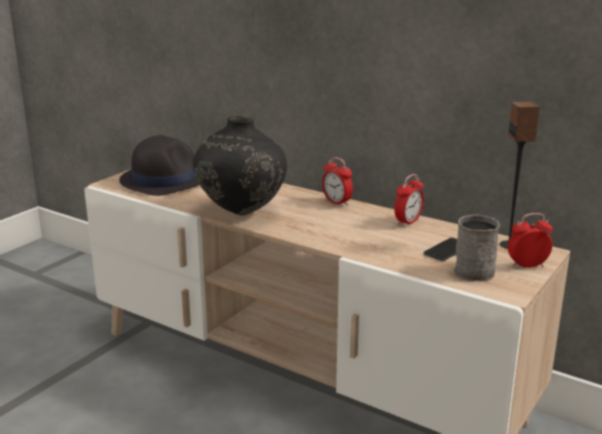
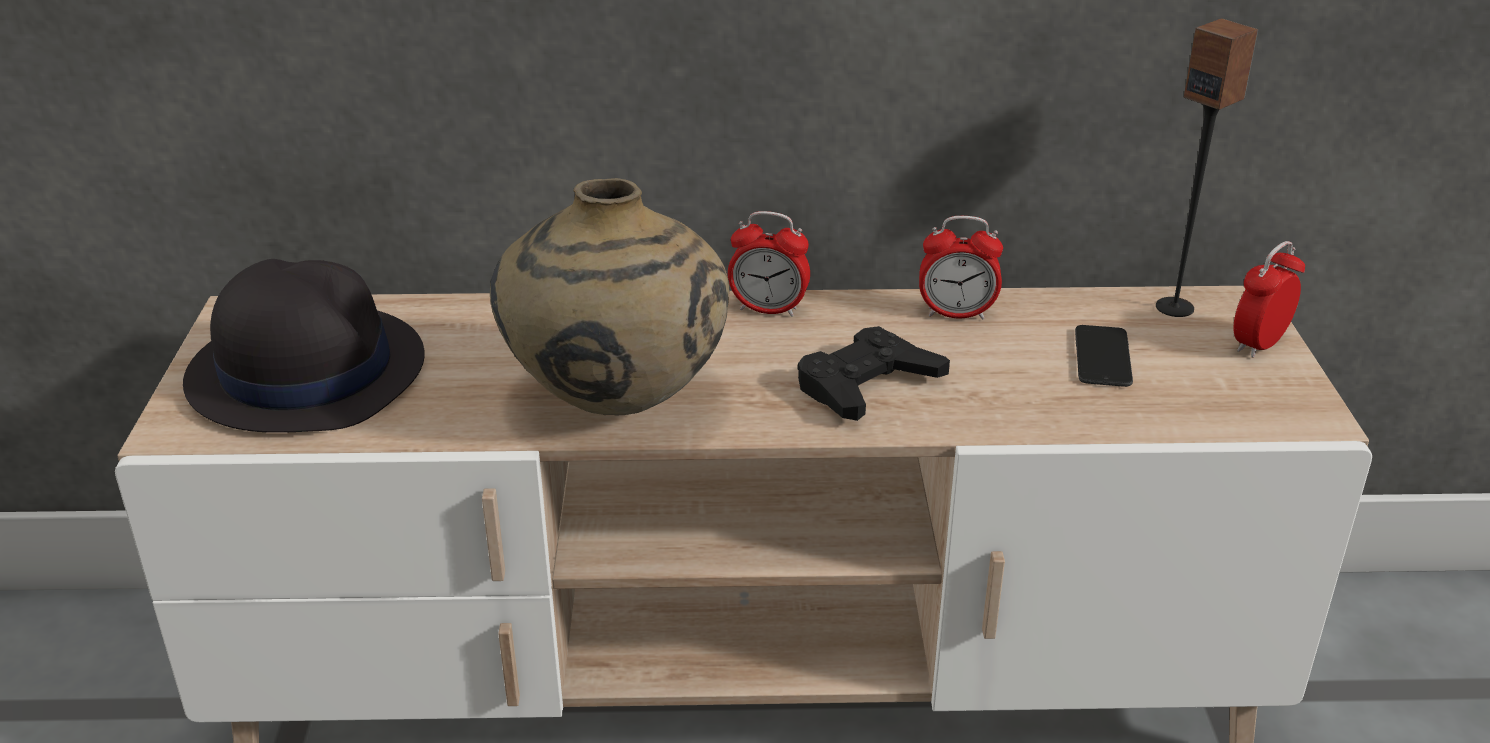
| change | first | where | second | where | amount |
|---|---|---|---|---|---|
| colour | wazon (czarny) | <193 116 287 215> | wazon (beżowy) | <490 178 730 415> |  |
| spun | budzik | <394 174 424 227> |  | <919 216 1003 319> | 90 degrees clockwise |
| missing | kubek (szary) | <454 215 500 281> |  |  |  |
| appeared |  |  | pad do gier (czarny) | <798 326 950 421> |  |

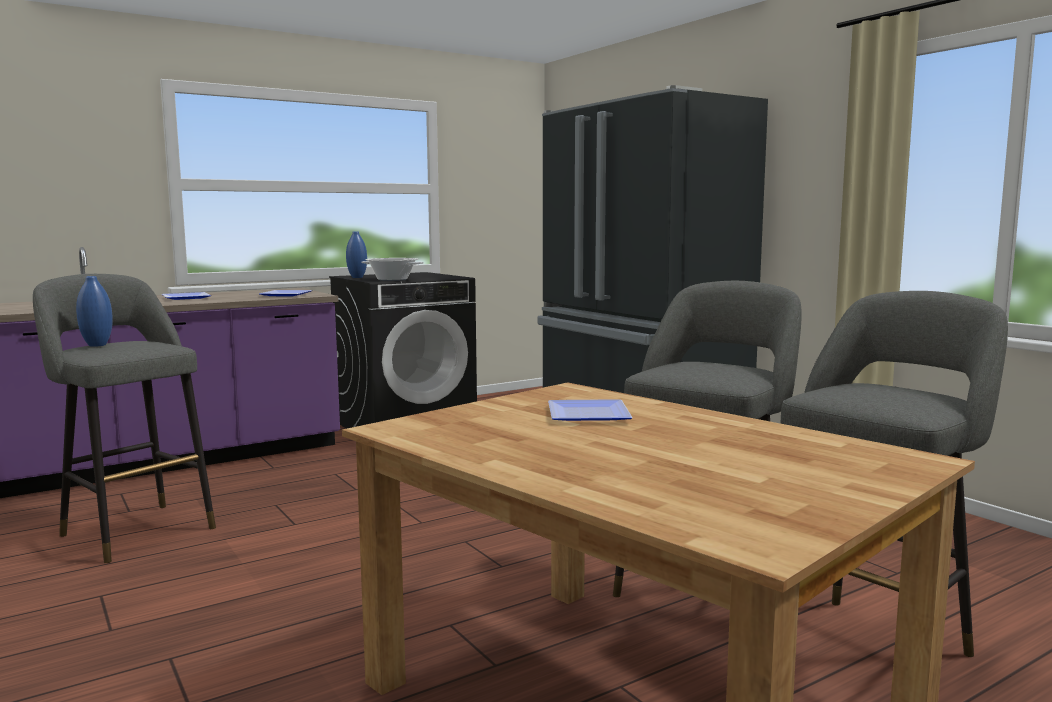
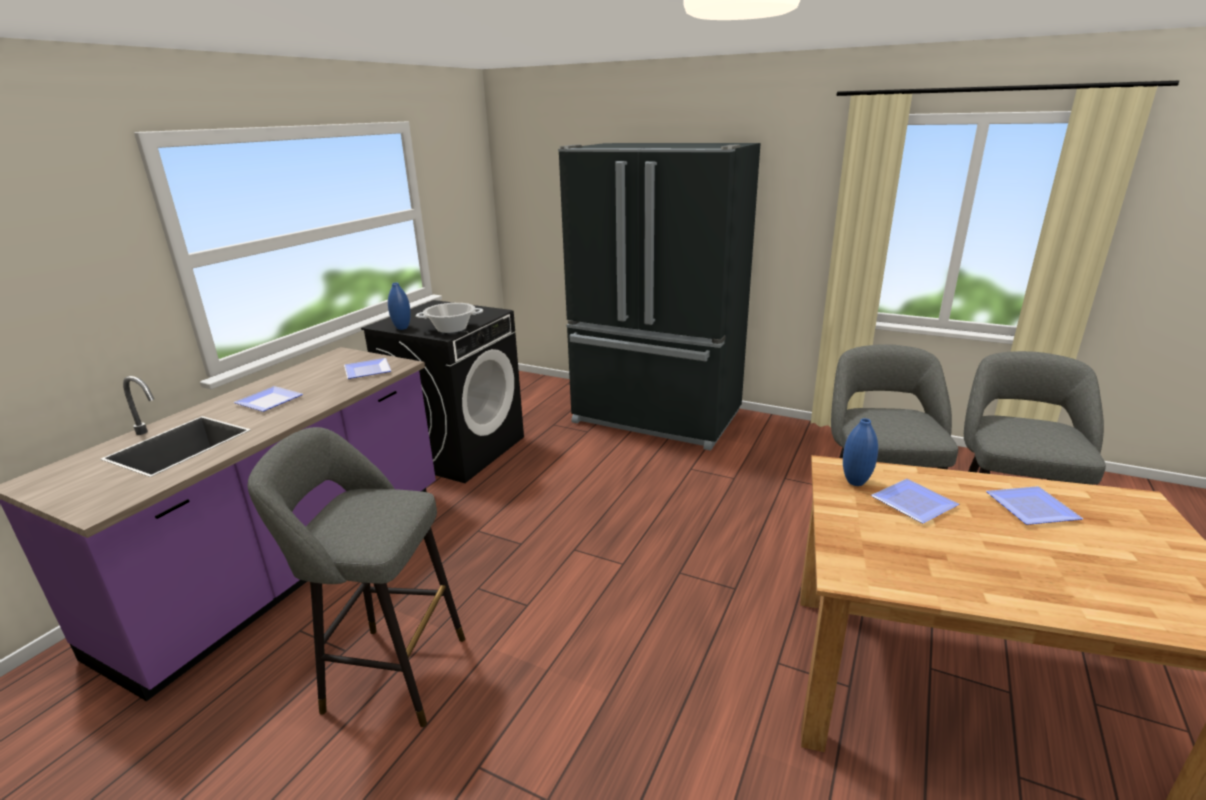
| change | first | where | second | where | amount |
|---|---|---|---|---|---|
| relocated | wazon (niebieski) | <76 276 113 347> |  | <843 418 878 486> |  |
| appeared |  |  | talerz | <986 486 1083 525> |  |

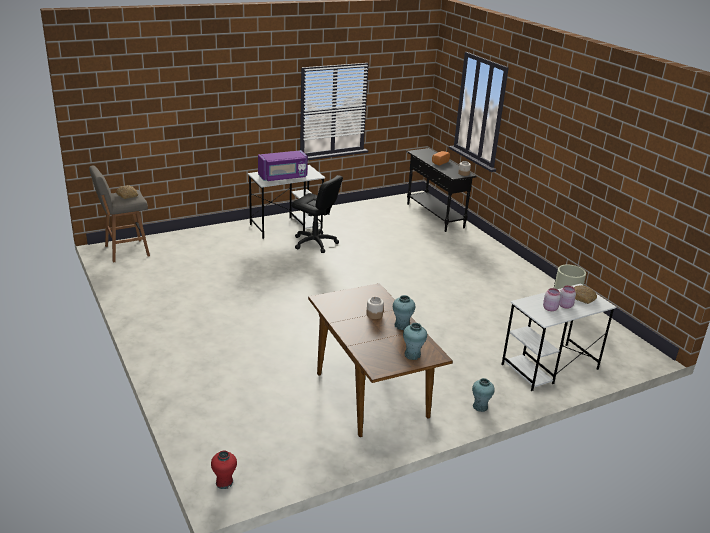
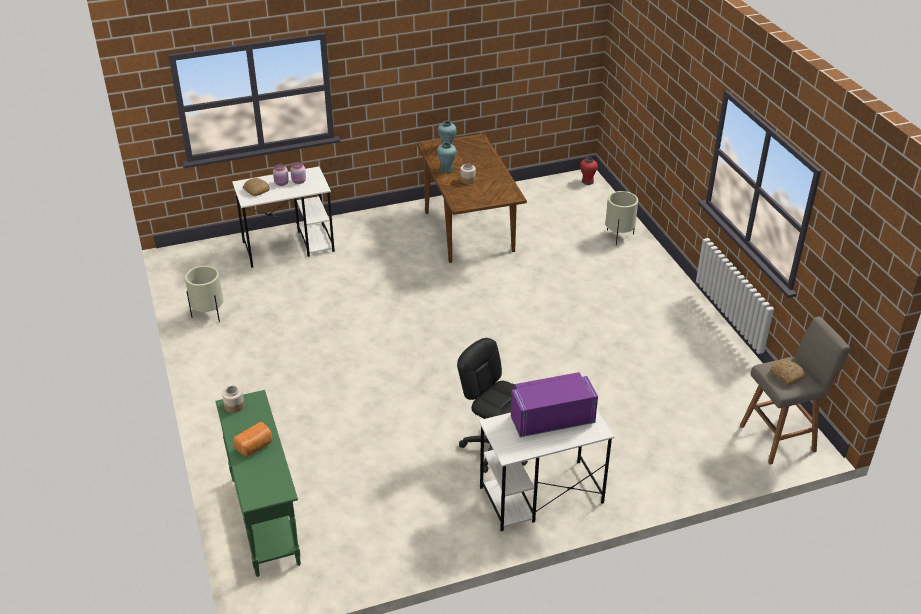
| change | first | where | second | where | amount |
|---|---|---|---|---|---|
| colour | stolik konsolowy (czarny) | <407 148 477 232> | stolik konsolowy (zielony) | <215 390 301 577> |  |
| missing | wazon (turkusowy) | <472 378 495 412> |  |  |  |
| appeared |  |  | donica (beżowy) | <605 191 638 245> |  |

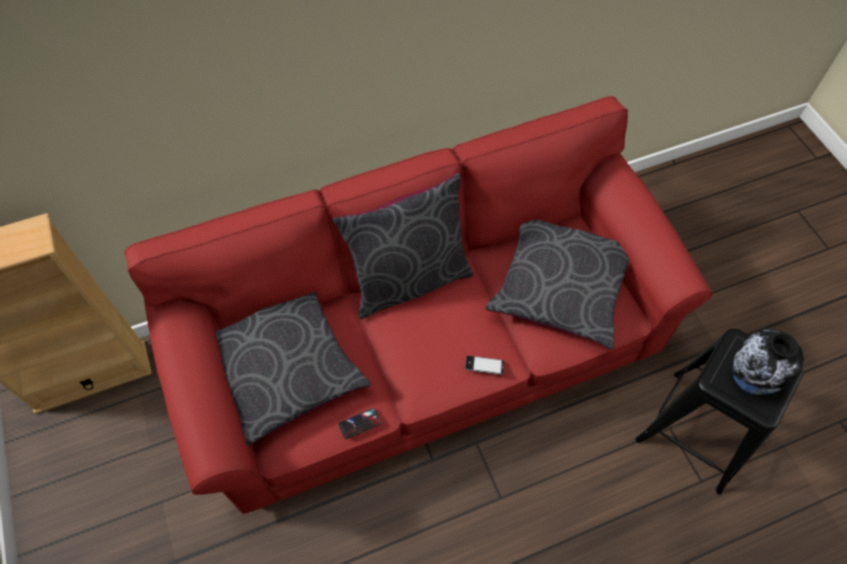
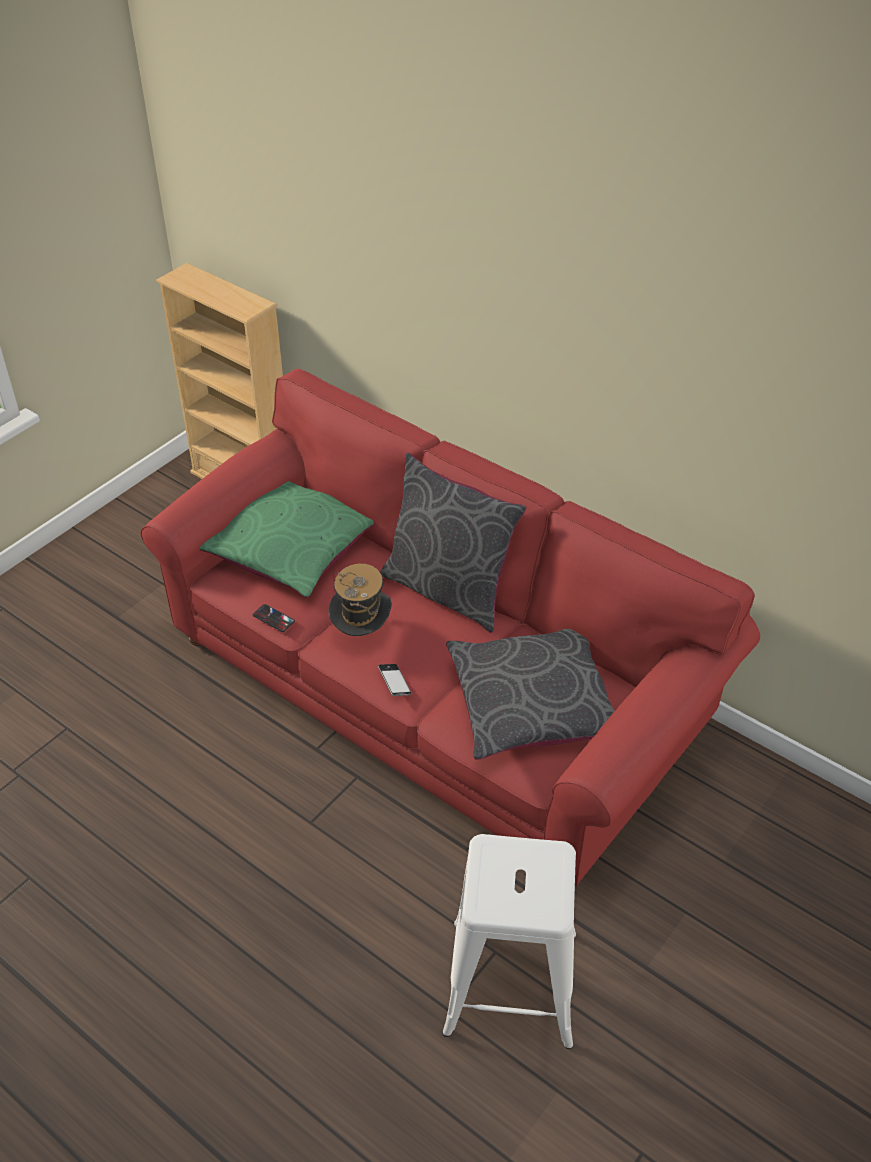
| change | first | where | second | where | amount |
|---|---|---|---|---|---|
| colour | poduszka (szary) | <215 292 371 447> | poduszka (zielony) | <200 481 374 598> |  |
| colour | stołek (czarny) | <635 329 804 495> | stołek (biały) | <442 834 576 1049> |  |
| missing | wazon | <733 329 804 395> |  |  |  |
| appeared |  |  | kapelusz | <328 564 392 636> |  |

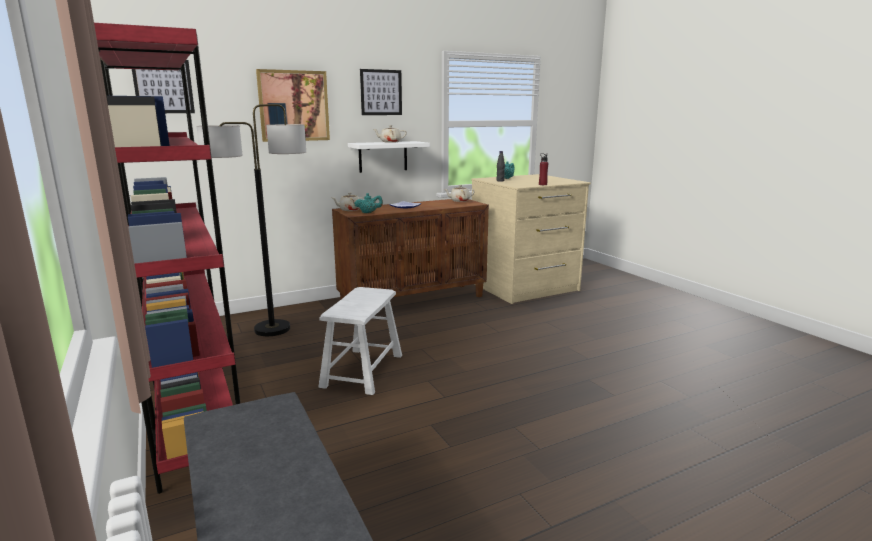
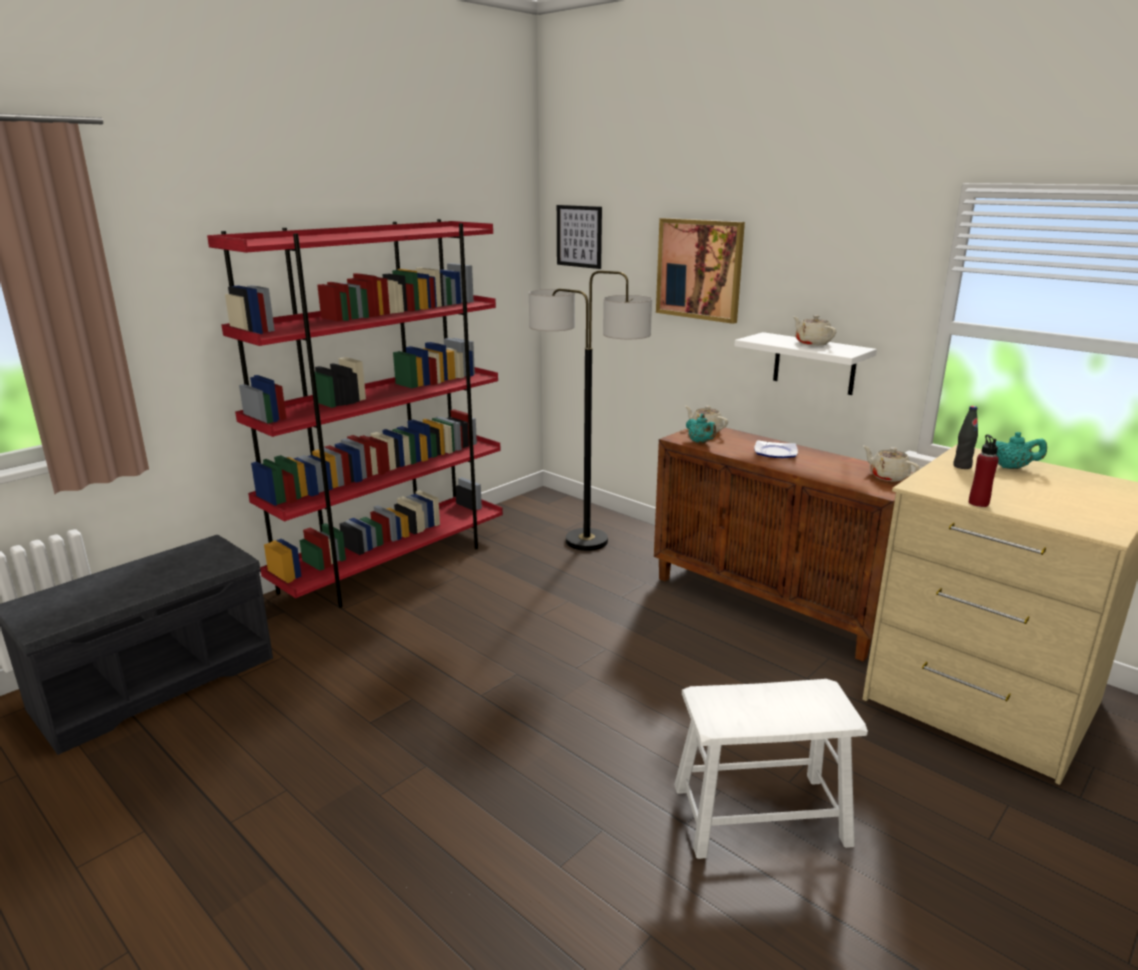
| change | first | where | second | where | amount |
|---|---|---|---|---|---|
| missing | obraz | <360 69 402 115> |  |  |  |
| relocated | stołek (biały) | <318 287 402 395> |  | <674 679 868 859> |  |

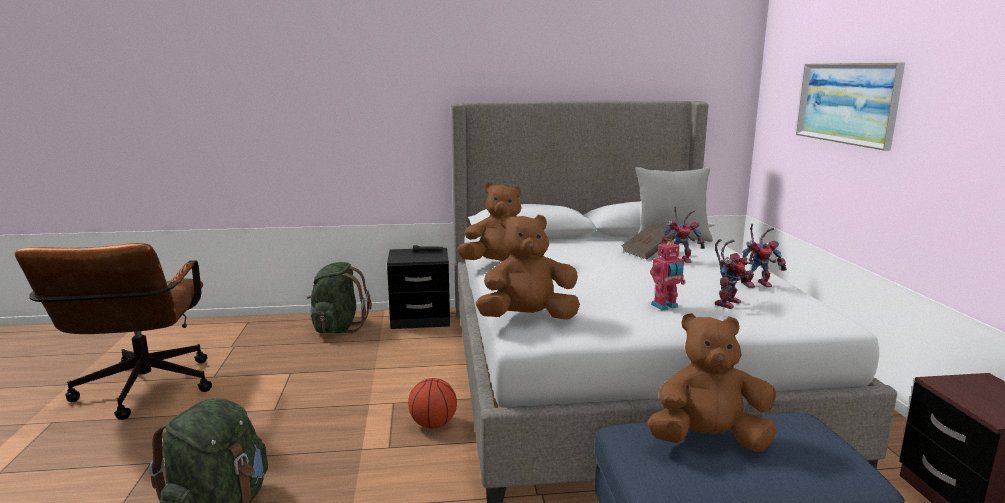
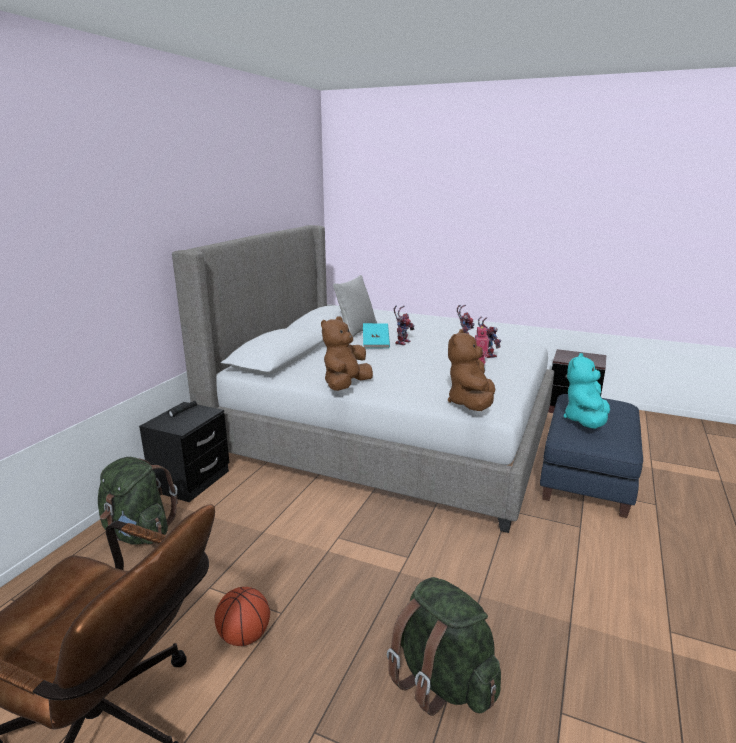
| change | first | where | second | where | amount |
|---|---|---|---|---|---|
| missing | obraz | <796 62 905 151> |  |  |  |
| colour | książka (brązowy) | <621 224 676 259> | książka (turkusowy) | <363 323 390 348> |  |
| colour | pluszak (brązowy) | <647 313 777 452> | pluszak (turkusowy) | <564 353 610 429> |  |
| relocated | piłka do koszykówki | <408 378 457 428> |  | <214 587 270 646> |  |

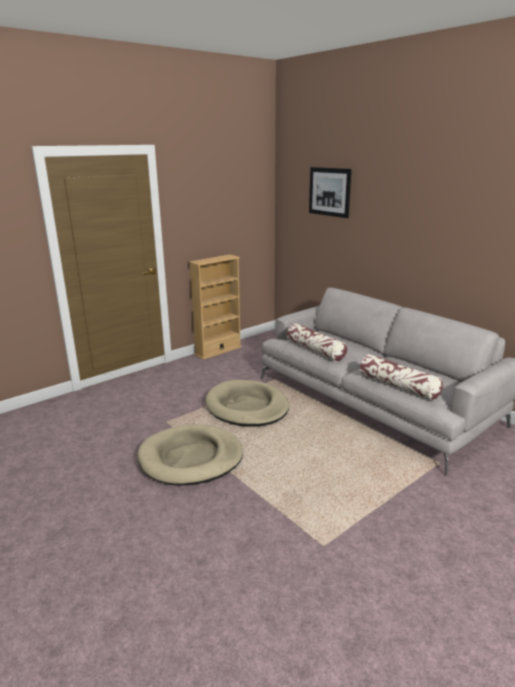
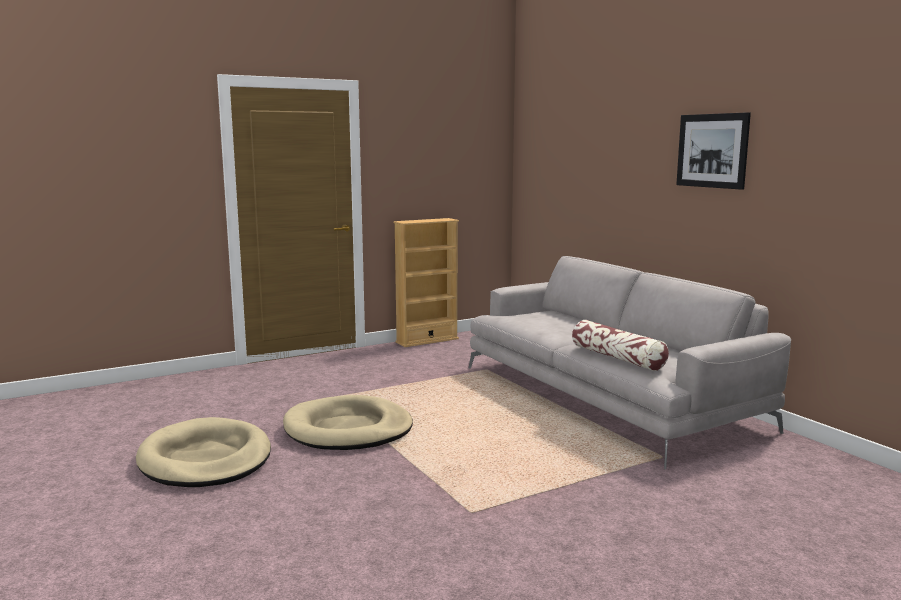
| change | first | where | second | where | amount |
|---|---|---|---|---|---|
| relocated | obraz | <309 167 352 218> |  | <676 112 751 190> |  |
| missing | poduszka | <287 323 347 362> |  |  |  |
| relocated | legowisko (beżowy) | <205 380 289 426> |  | <136 417 271 487> |  |

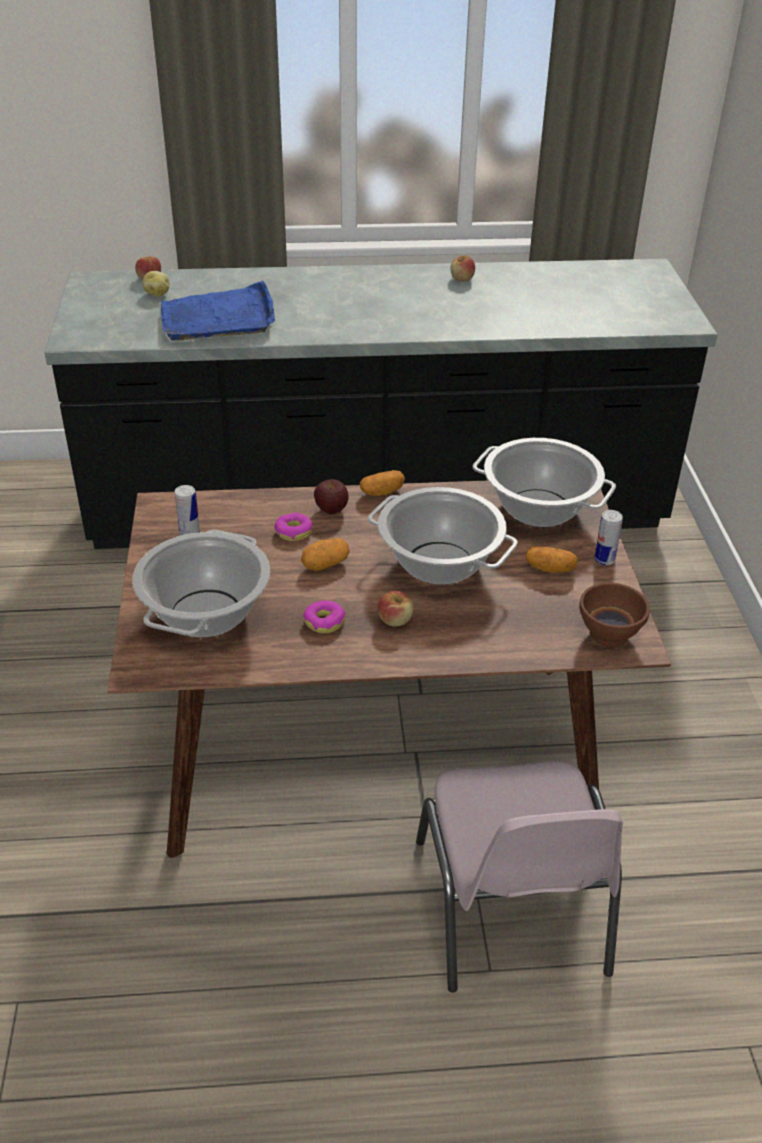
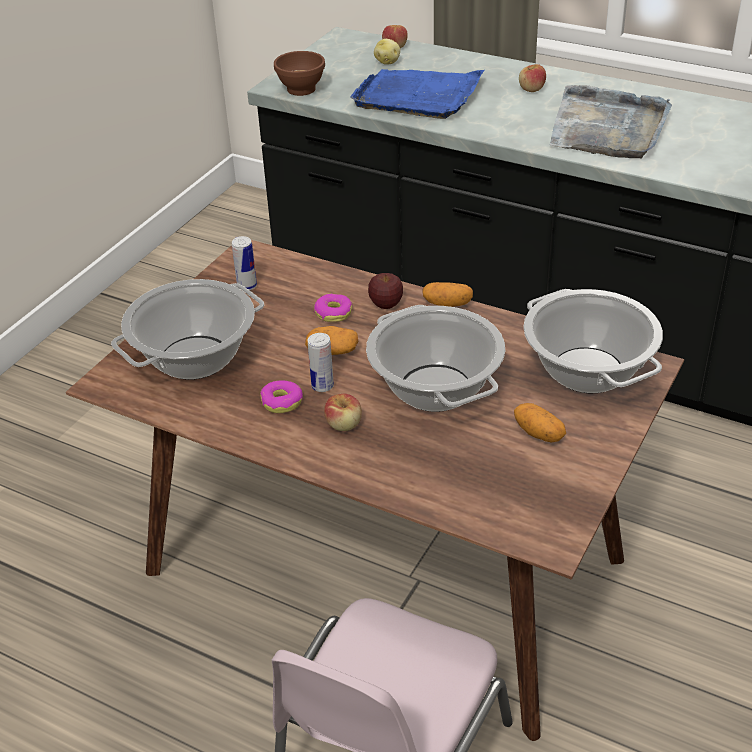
| change | first | where | second | where | amount |
|---|---|---|---|---|---|
| relocated | jabłko | <450 255 475 281> |  | <519 64 546 92> |  |
| relocated | puszka | <594 510 623 565> |  | <308 333 334 392> |  |
| relocated | miska (brązowy) | <579 583 650 647> |  | <274 51 325 96> |  |
| appeared |  |  | taca (szary) | <550 85 672 158> |  |

